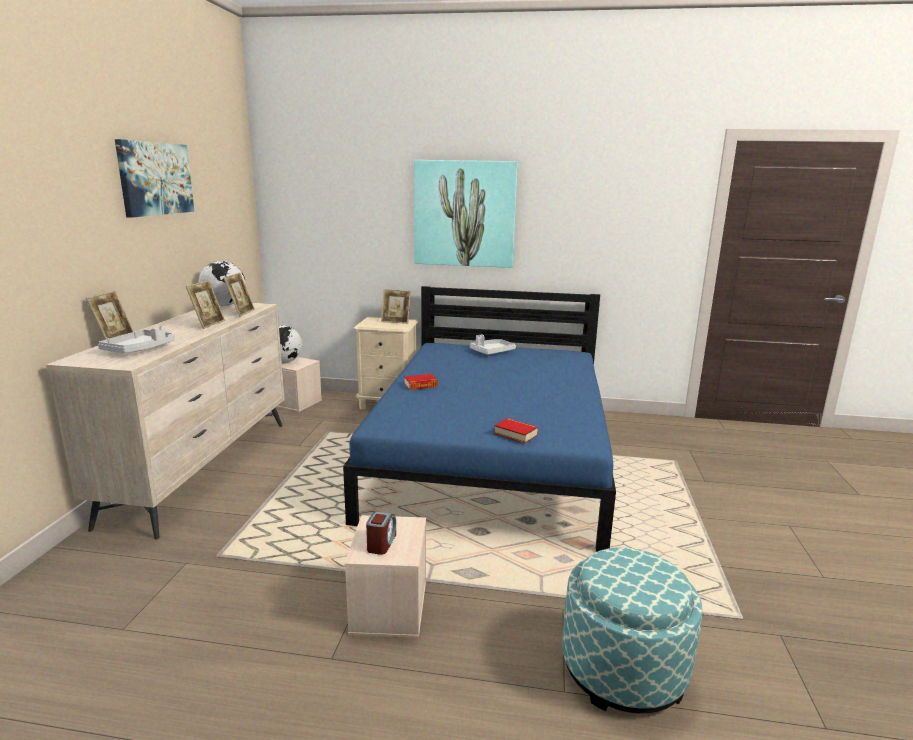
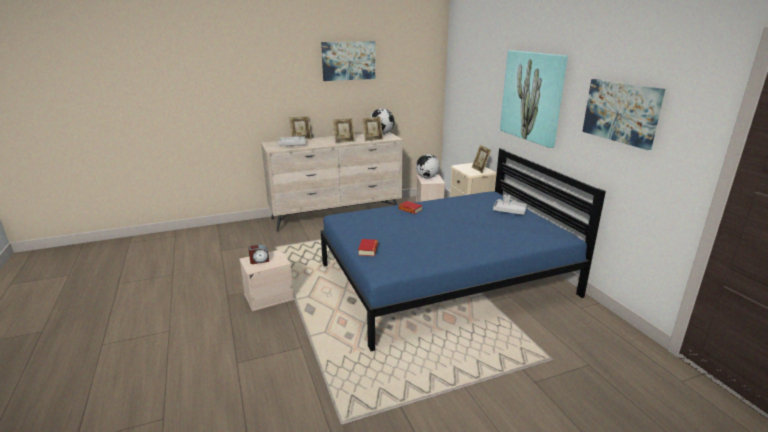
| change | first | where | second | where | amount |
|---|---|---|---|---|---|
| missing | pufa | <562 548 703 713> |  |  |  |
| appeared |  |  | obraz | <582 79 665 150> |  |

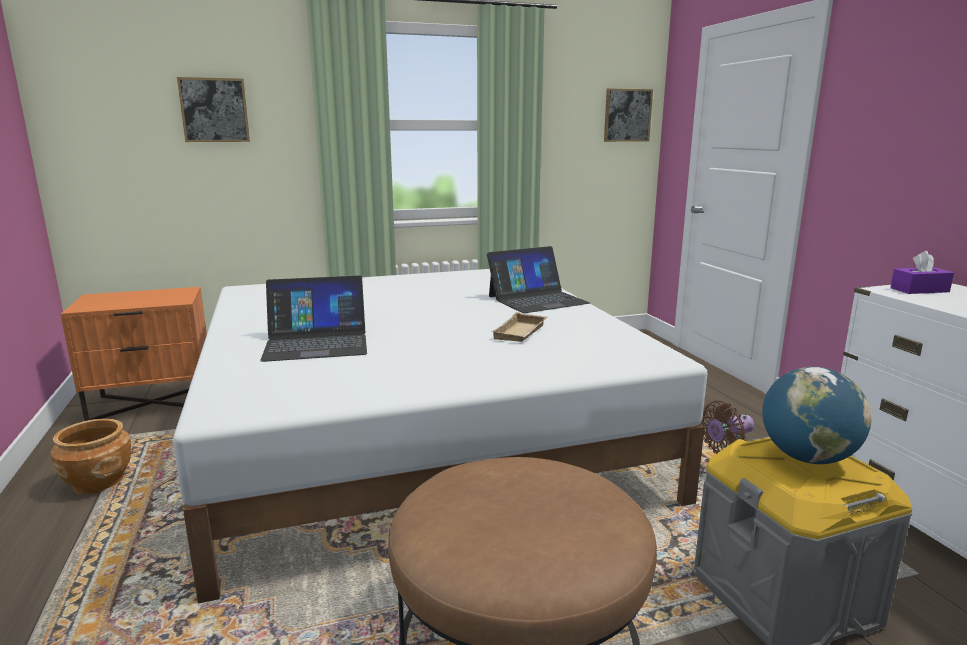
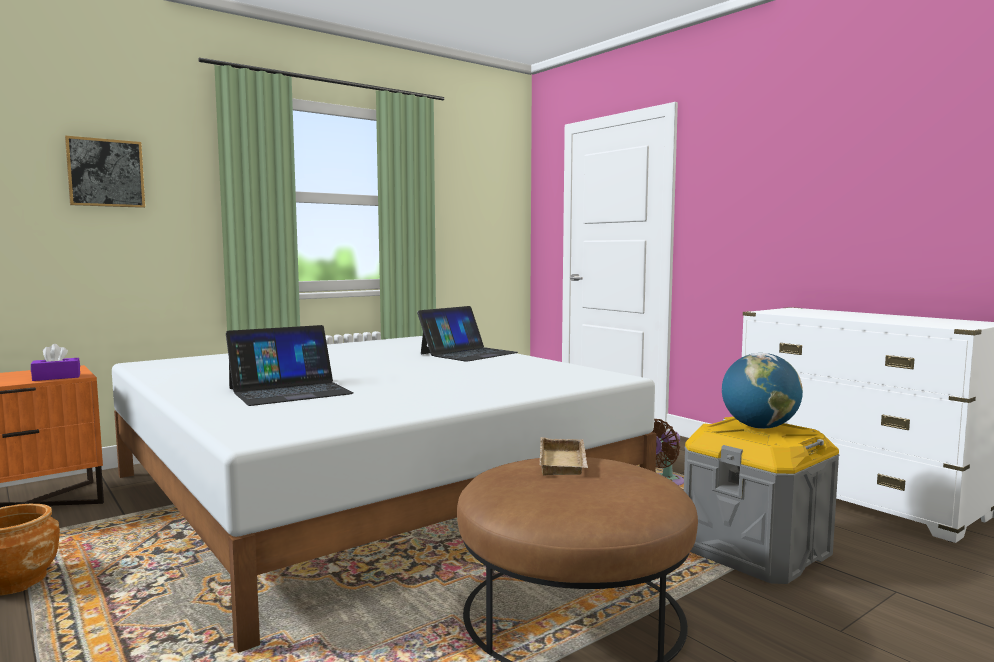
| change | first | where | second | where | amount |
|---|---|---|---|---|---|
| missing | obraz | <604 88 653 142> |  |  |  |
| relocated | pudełko chusteczek (fioletowy) | <890 251 954 294> |  | <31 344 80 381> |  |
| relocated | taca (beżowy) | <492 312 547 342> |  | <540 437 588 475> |  |

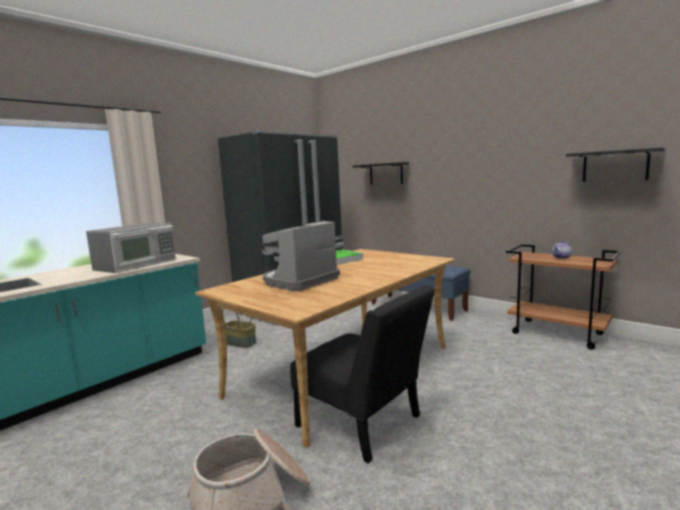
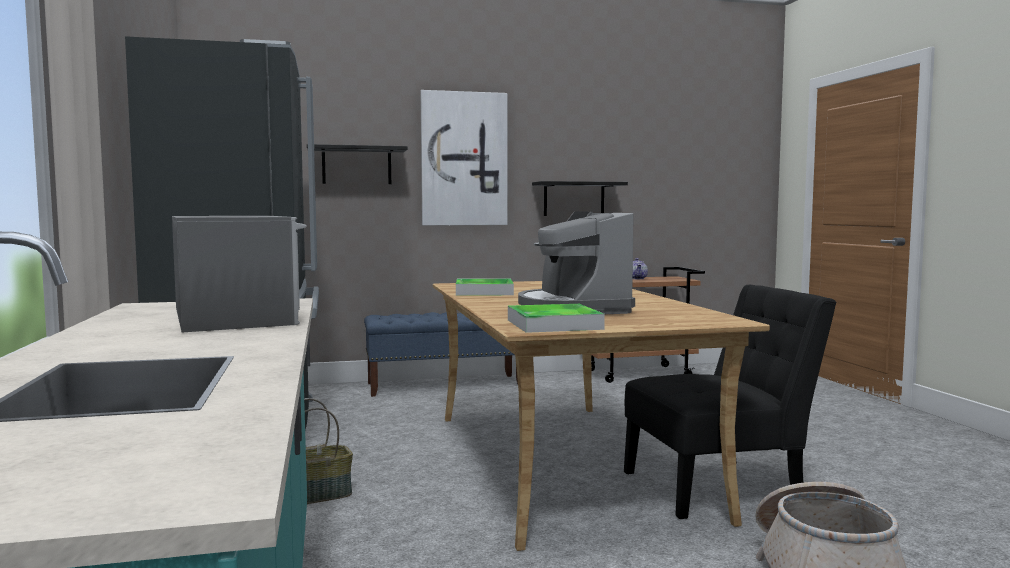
| change | first | where | second | where | amount |
|---|---|---|---|---|---|
| relocated | półka (czarny) | <566 147 666 182> |  | <532 181 628 216> |  |
| appeared |  |  | obraz | <421 90 507 226> |  |
| appeared |  |  | taca | <508 304 605 333> |  |

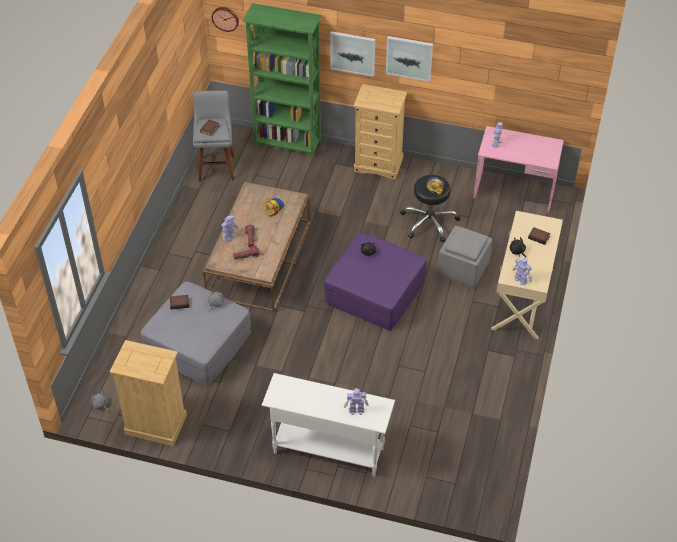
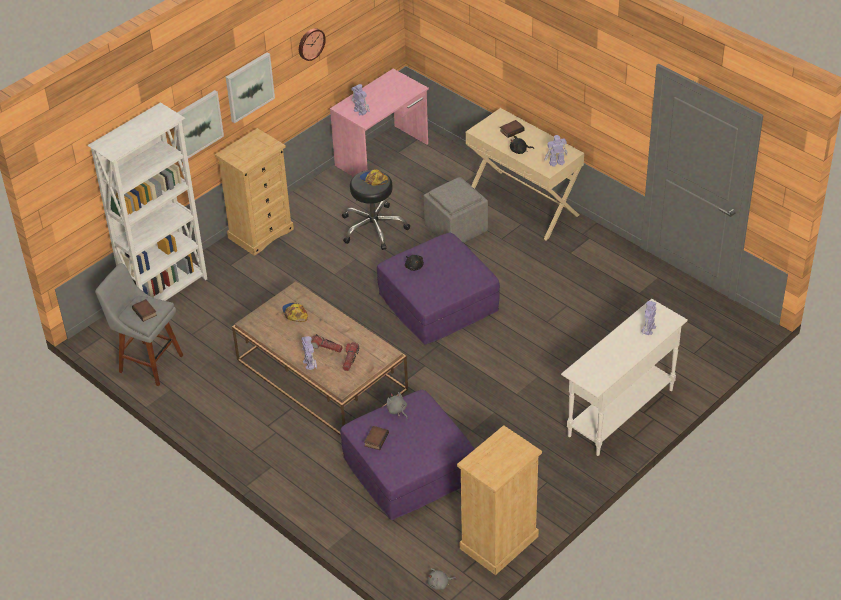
| change | first | where | second | where | amount |
|---|---|---|---|---|---|
| colour | regał (zielony) | <243 3 321 159> | regał (biały) | <87 102 207 301> |  |
| relocated | zegar ścienny | <212 7 239 32> |  | <299 28 326 61> |  |
| colour | pufa (szary) | <141 281 251 385> | pufa (fioletowy) | <340 390 474 520> |  |

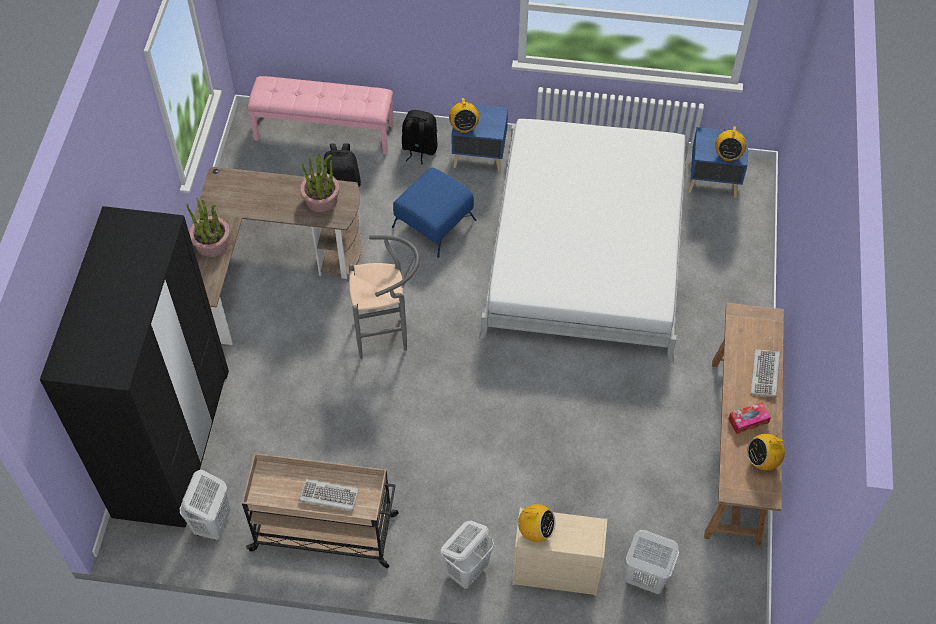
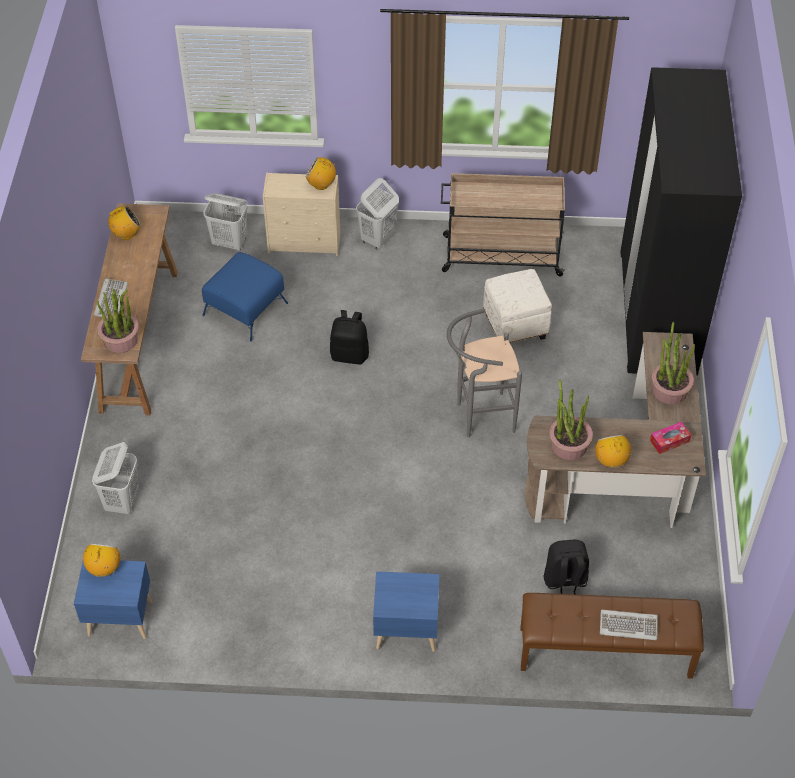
| change | first | where | second | where | amount |
|---|---|---|---|---|---|
| colour | ławka (różowy) | <247 76 394 155> | ławka (brązowy) | <521 593 704 679> |  |
| relocated | radio | <449 98 479 133> |  | <595 435 631 468> |  |
| relocated | plecak (czarny) | <402 110 438 164> |  | <330 310 369 365> |  |
| missing | łóżko (biały) | <479 119 689 362> |  |  |  |
| relocated | pufa (niebieski) | <392 168 476 258> |  | <202 252 288 342> |  |
| relocated | pudełko chusteczek | <728 402 771 434> |  | <650 422 691 454> |  |
| relocated | kosz na pranie (biały) | <180 470 230 541> |  | <92 442 139 514> |  |
| relocated | klawiatura | <299 479 359 511> |  | <600 610 658 640> |  |
| appeared |  |  | pufa (biały) | <483 269 552 343> |  |
| appeared |  |  | roślina doniczkowa | <97 289 139 353> |  |

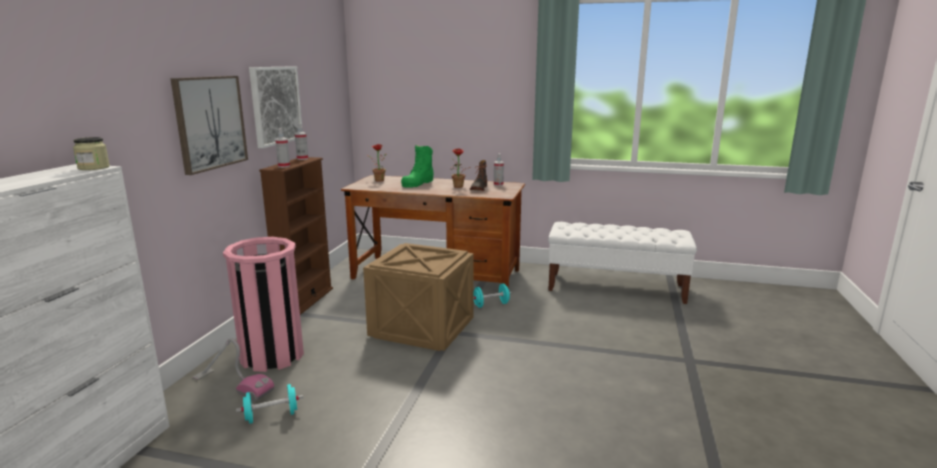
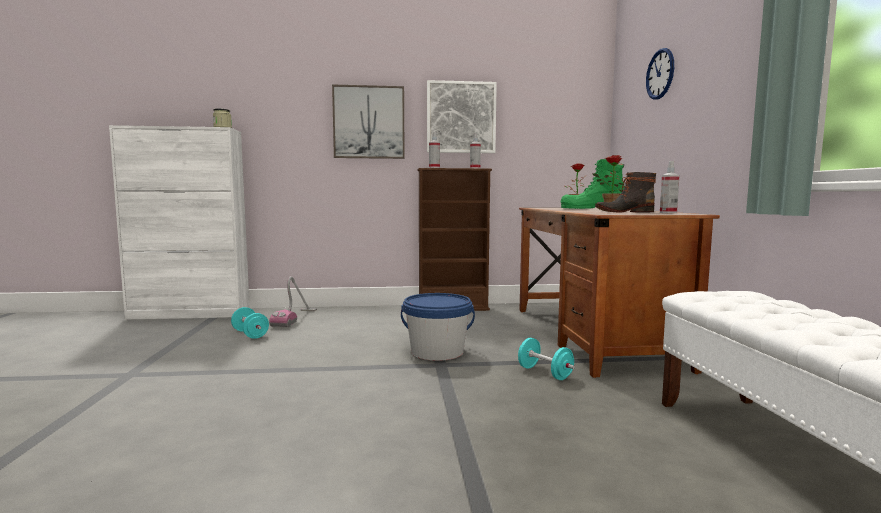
| change | first | where | second | where | amount |
|---|---|---|---|---|---|
| missing | kosz na śmieci (różowy) | <223 237 304 372> |  |  |  |
| exchanged | skrzynka | <363 243 474 351> | wiadro (niebieski) | <401 293 475 361> |  |
| appeared |  |  | zegar ścienny | <646 48 674 100> |  |

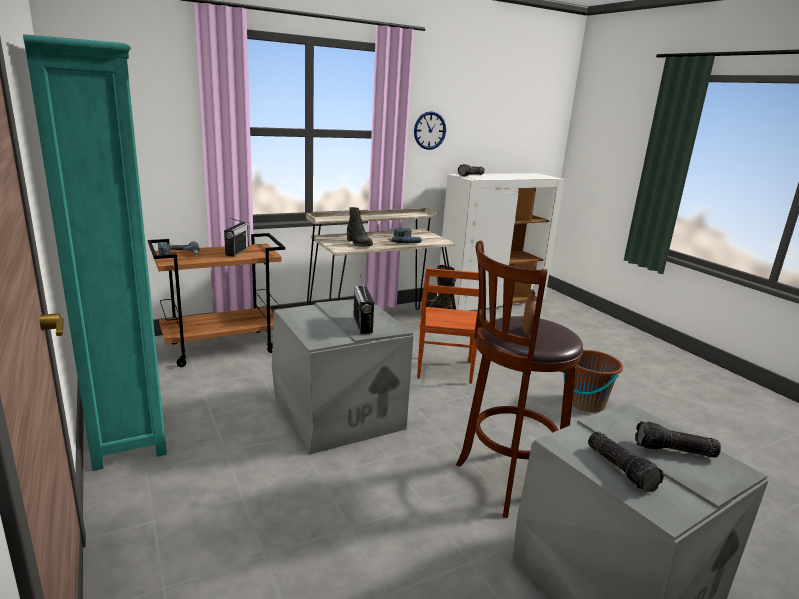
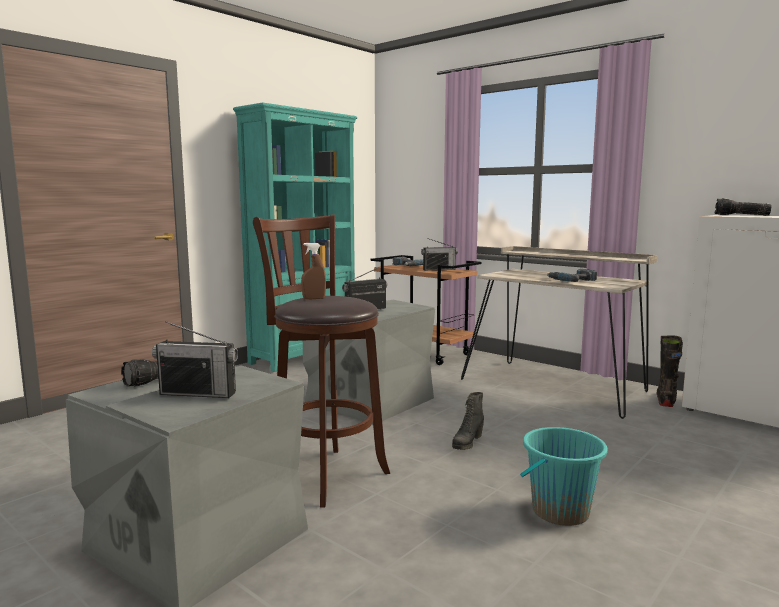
| change | first | where | second | where | amount |
|---|---|---|---|---|---|
| missing | zegar ścienny | <414 111 446 150> |  |  |  |
| relocated | but z cholewką (czarny) | <347 207 373 247> |  | <452 392 484 450> |  |
| missing | krzesło (brązowy) | <417 268 479 384> |  |  |  |
| colour | wiadro (brązowy) | <563 350 623 412> | wiadro (turkusowy) | <520 427 608 526> |  |
| exchanged | latarka | <635 421 721 457> | radio | <152 321 238 398> |  |

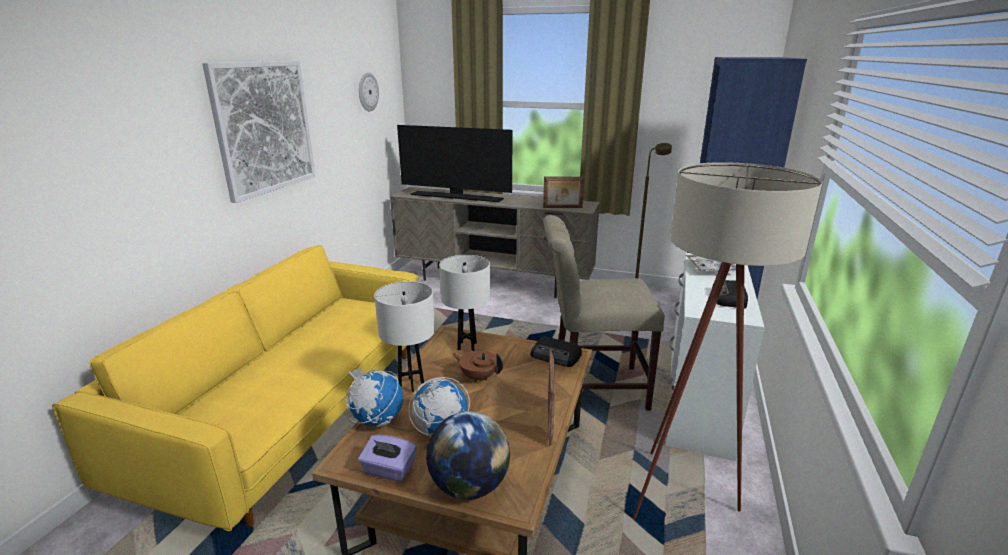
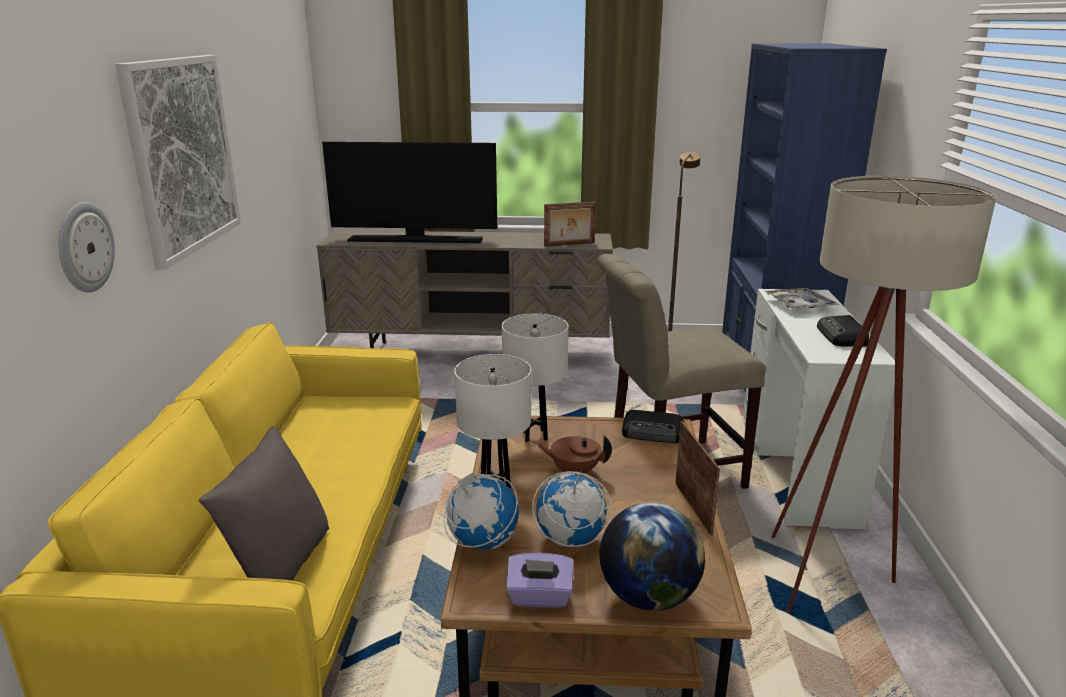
| change | first | where | second | where | amount |
|---|---|---|---|---|---|
| relocated | zegar ścienny | <359 73 379 112> |  | <58 202 115 292> |  |
| appeared |  |  | poduszka (szary) | <199 426 329 581> |  |

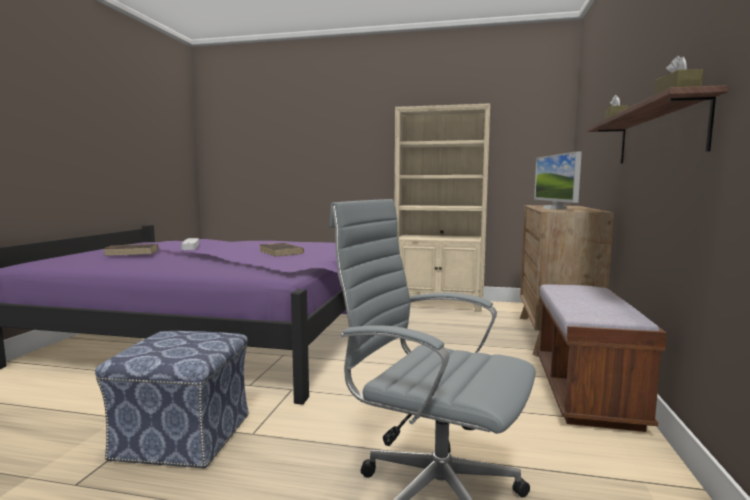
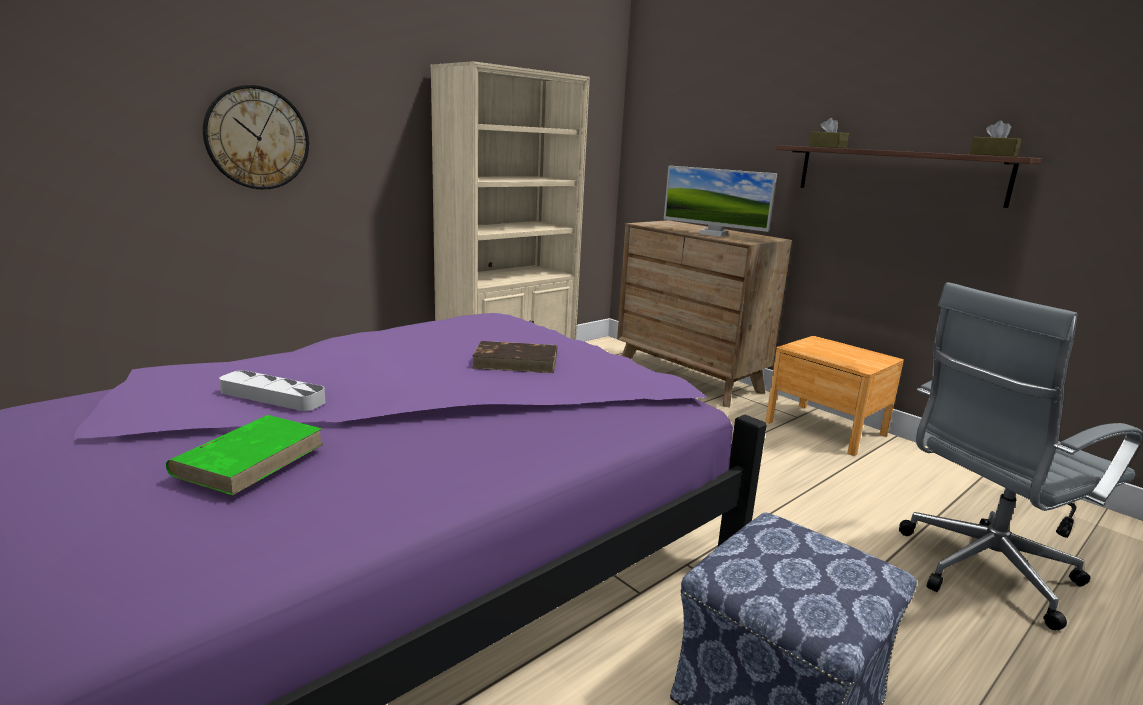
| change | first | where | second | where | amount |
|---|---|---|---|---|---|
| colour | książka (brązowy) | <104 244 158 256> | książka (zielony) | <166 415 324 496> |  |
| exchanged | ławka (brązowy) | <537 284 667 432> | szafka nocna (brązowy) | <765 336 904 456> |  |
| appeared |  |  | zegar ścienny | <203 85 309 190> |  |

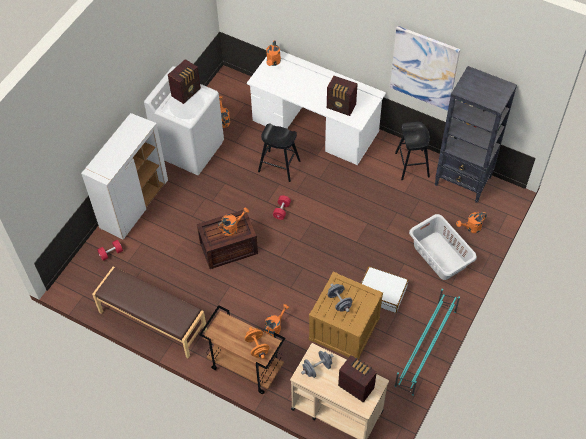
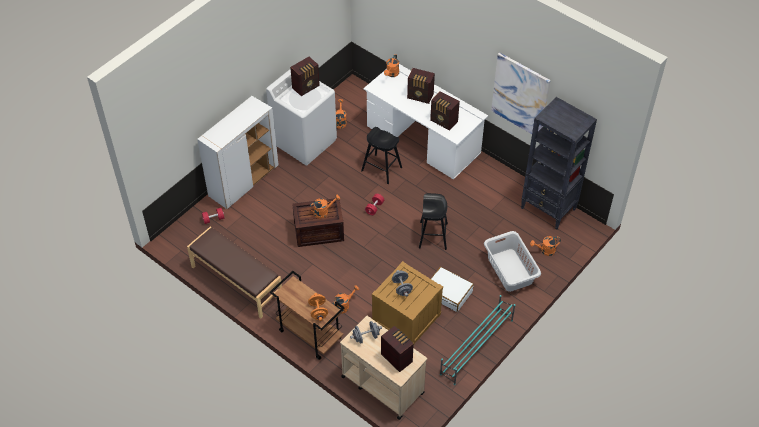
| change | first | where | second | where | amount |
|---|---|---|---|---|---|
| relocated | stołek (czarny) | <395 122 430 180> |  | <419 193 448 250> |  |
| appeared |  |  | radio | <407 68 435 104> |  |

